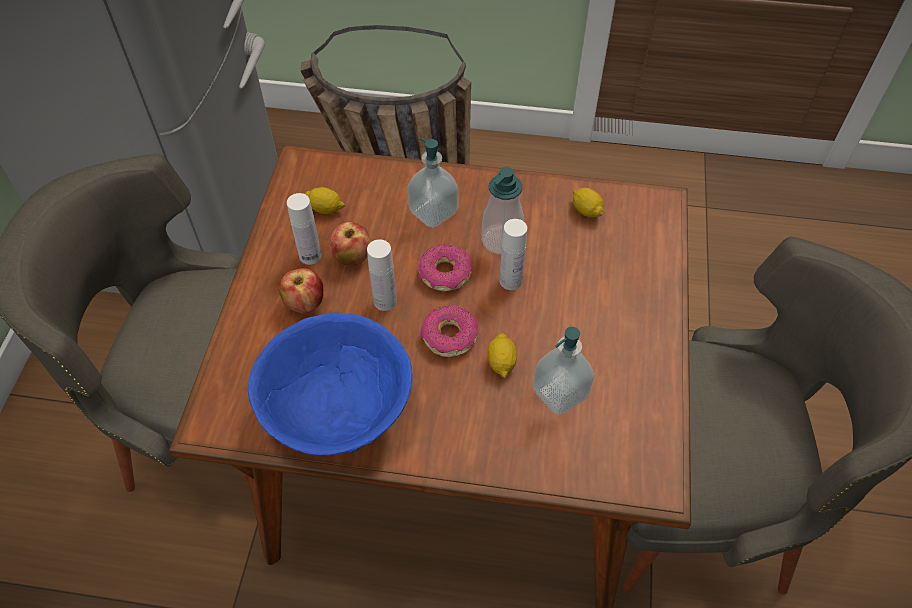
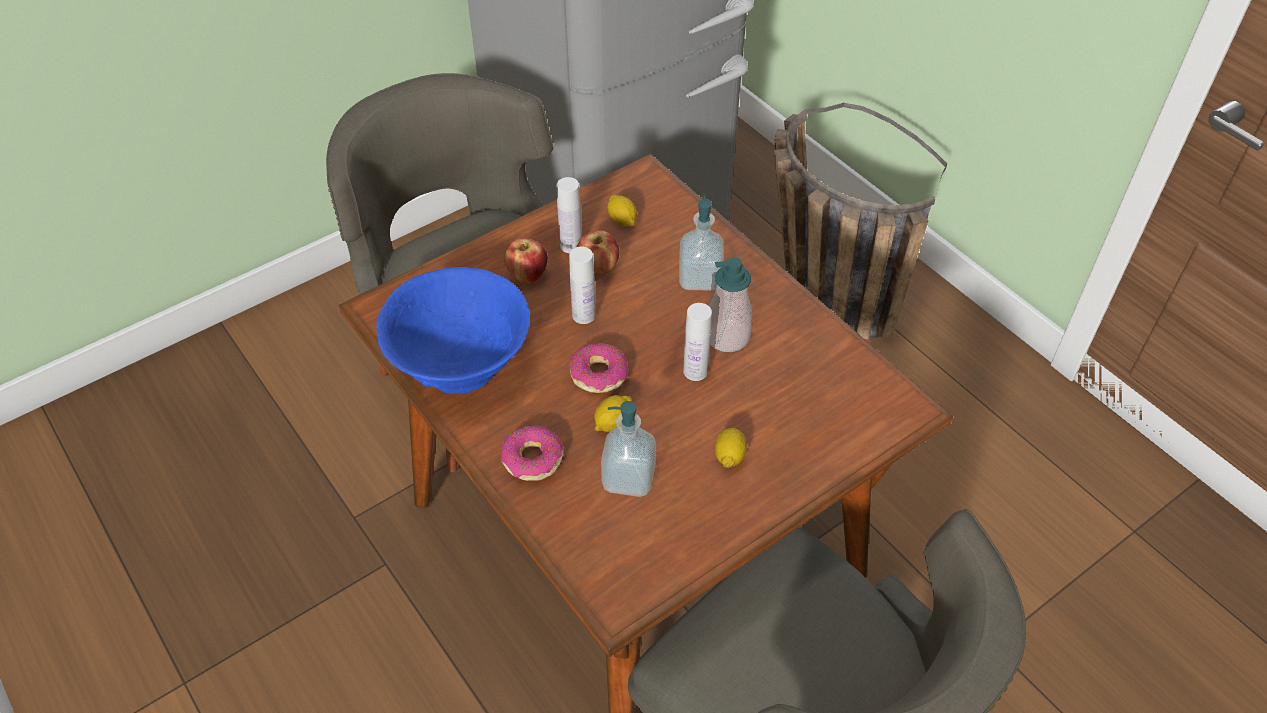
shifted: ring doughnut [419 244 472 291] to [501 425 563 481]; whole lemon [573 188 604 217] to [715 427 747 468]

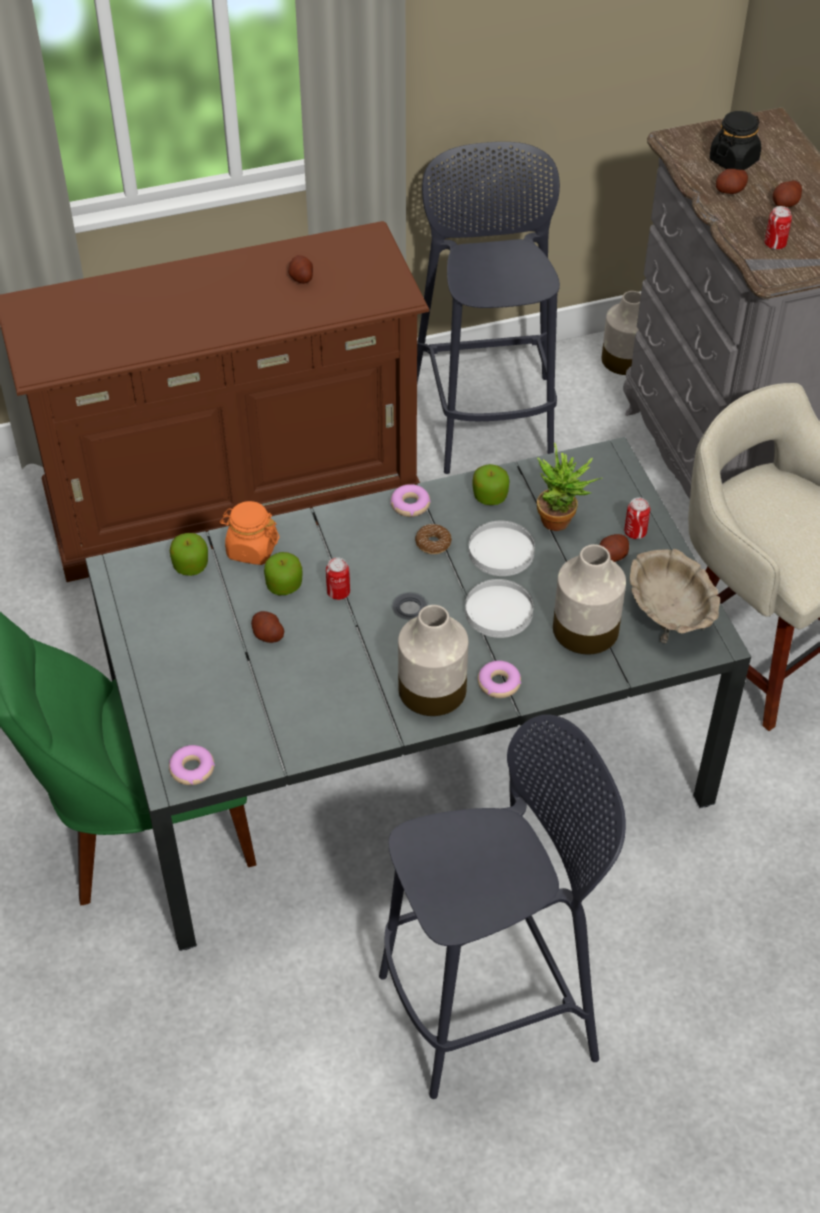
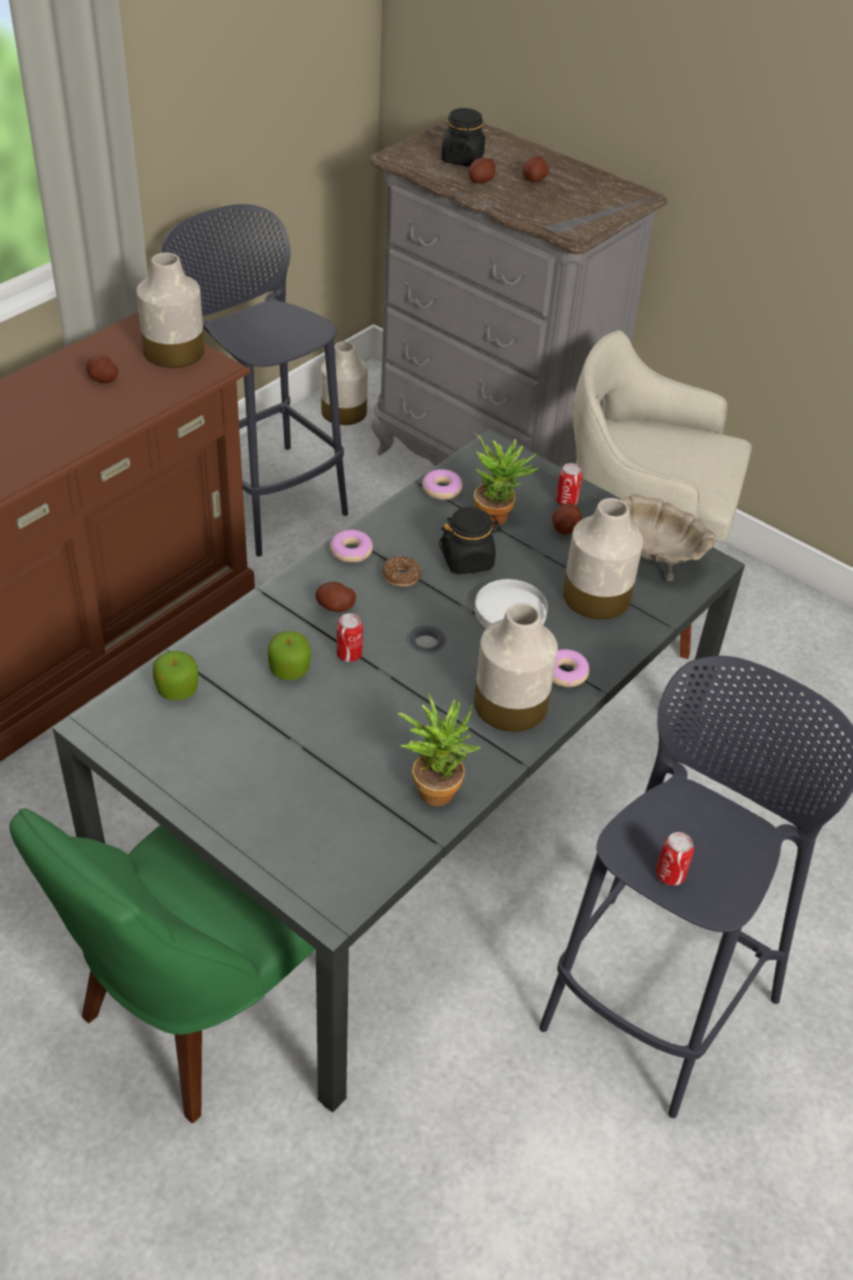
gone: storage jar in orangey [220 501 279 565]; apple fruit [473 464 510 505]
new: vase in sand-coloured [136 252 205 368]; houseplant [397 693 480 806]
shifted: ring doughnut [169 745 215 785] to [422 469 463 500]; spud [251 611 284 643] to [316 582 356 612]; sealed can [765 206 792 250] to [656 832 694 886]
swapped: flat dish in white [468 521 535 576] to storage jar in black-coloured [439 507 502 574]

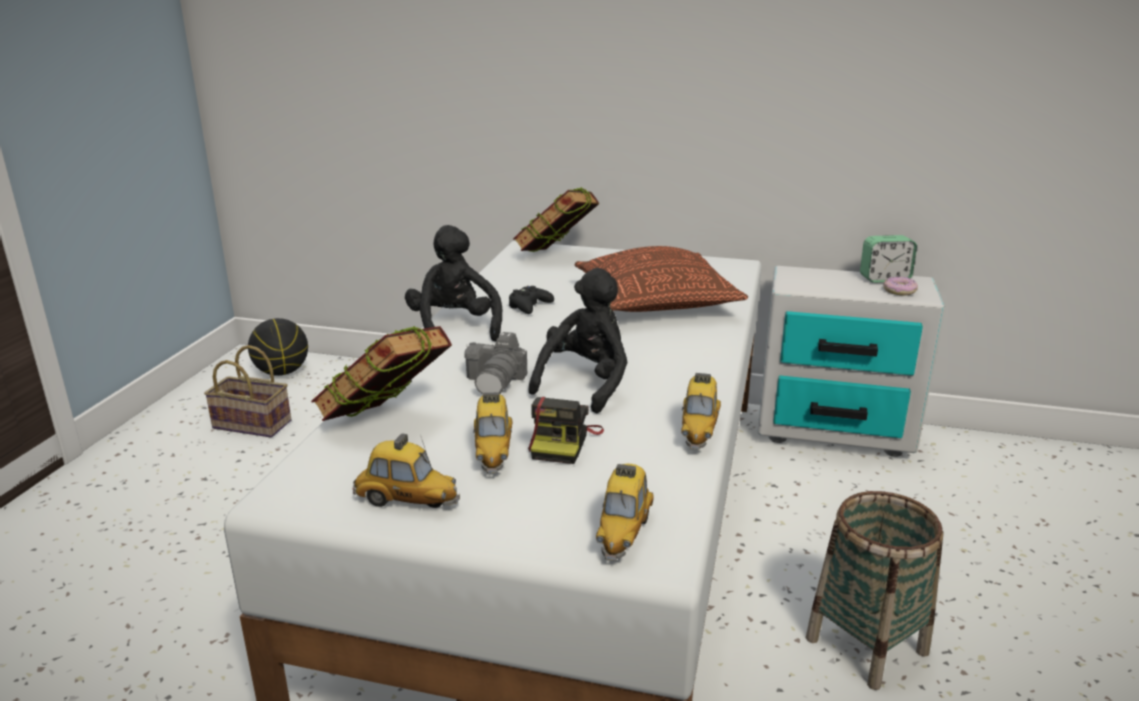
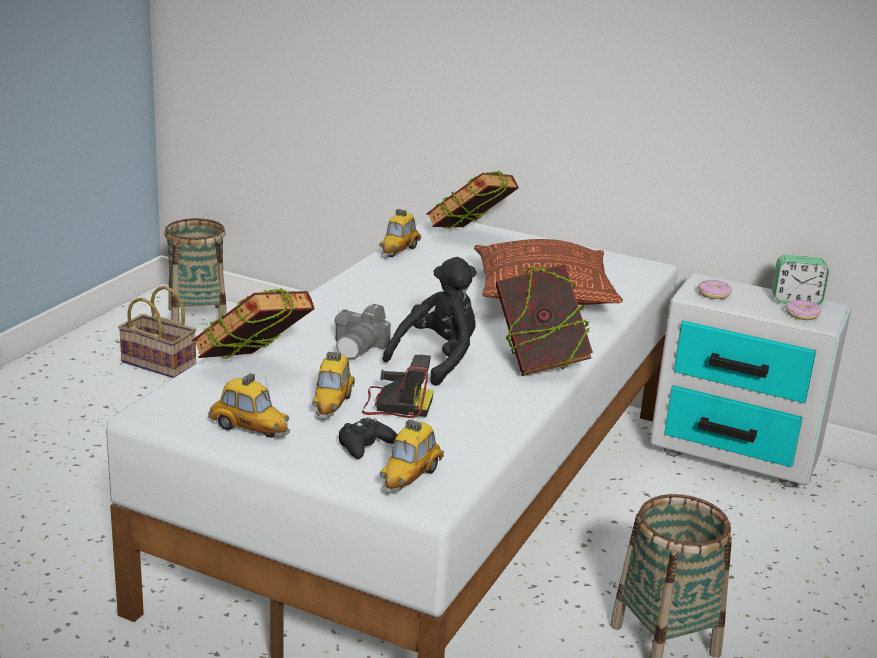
gone: plush toy in black-coloured [405 225 502 341]
new: volume [496 264 593 376]; ring doughnut [698 280 732 299]
shifted: game controller in black-coloured [509 286 554 314] to [339 417 397 459]; toy car [681 373 721 450] to [379 209 421 257]
swapped: basketball [248 318 308 376] to household basket [164 218 227 322]
rotated: still camera [528 397 604 464] = [362 355 434 418] 105 degrees counterclockwise

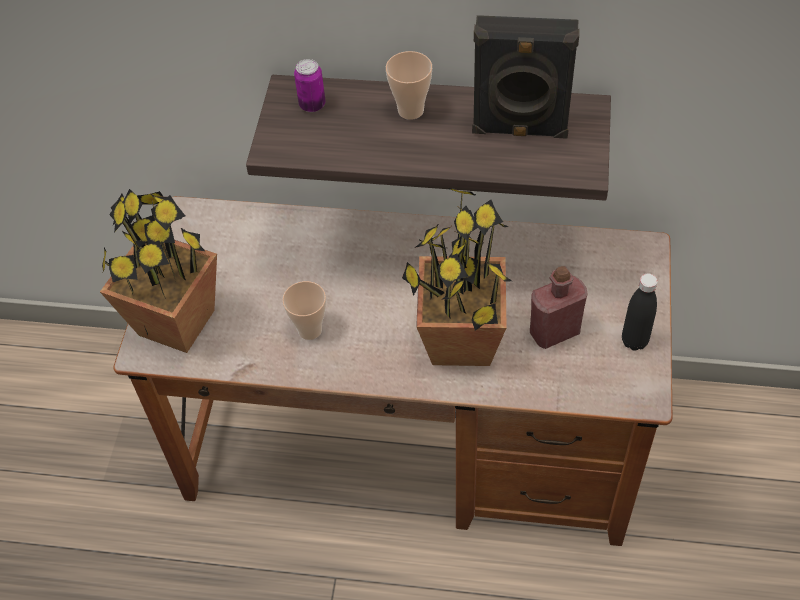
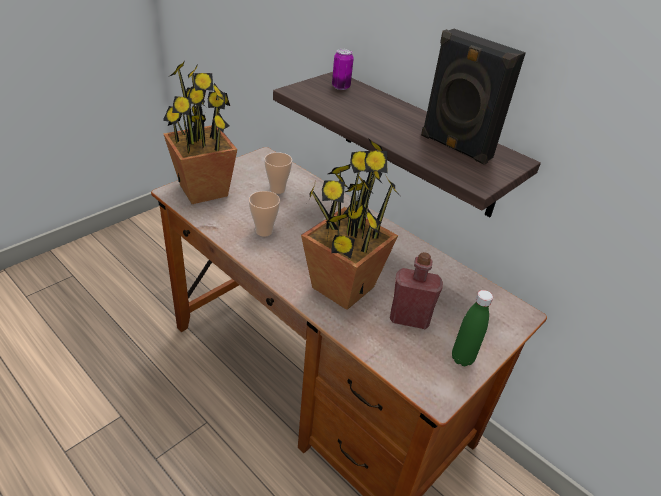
shifted: small cup [386 51 432 120] to [264 152 292 194]
repainted: drink bottle in black-coloured [622 273 657 351] to drink bottle in green-coloured [452 290 493 366]

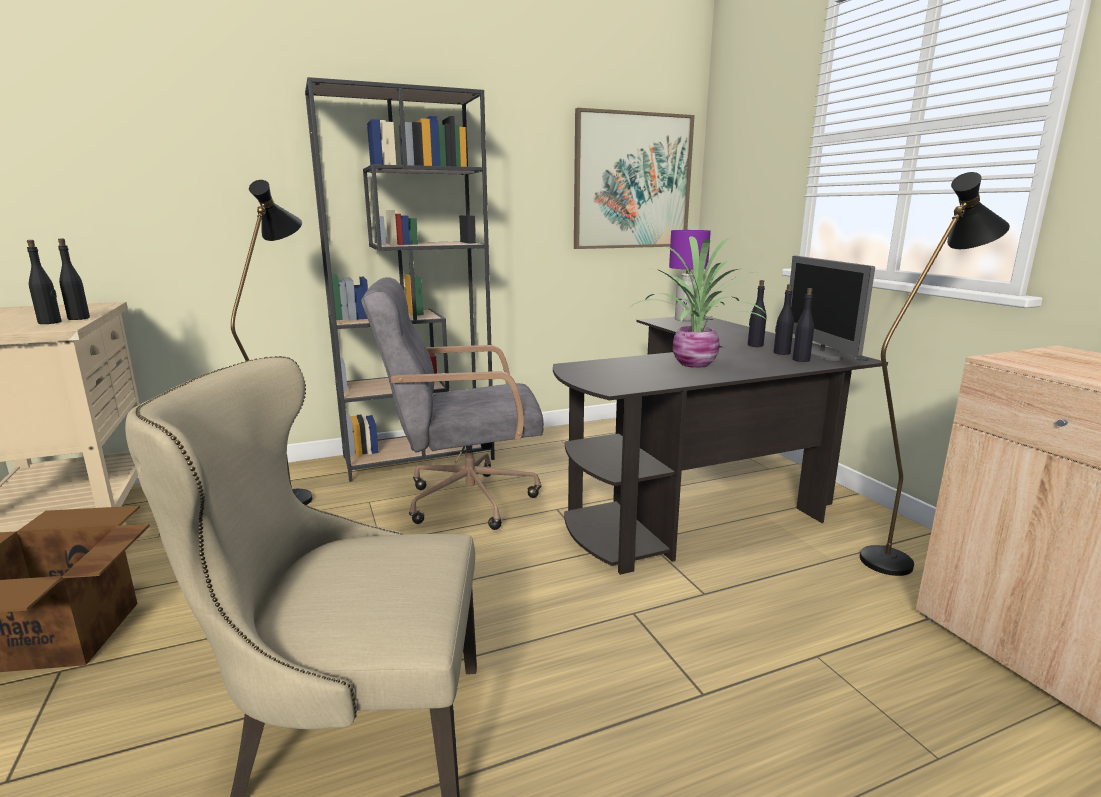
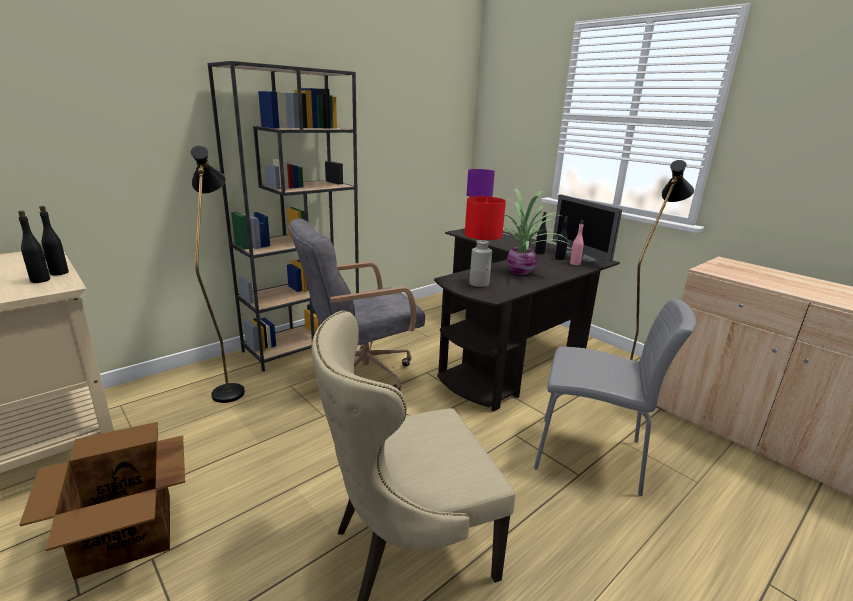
gone: picture [574 108 695 249]
new: table lamp in red [465 196 506 287]; upright chair in greyish [534 299 696 496]
repainted: drink bottle in black-coloured [793 288 814 362] to drink bottle in pink-coloured [570 220 584 265]

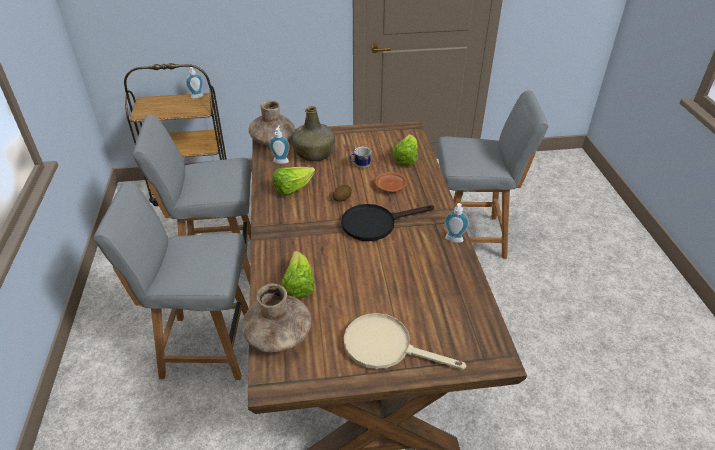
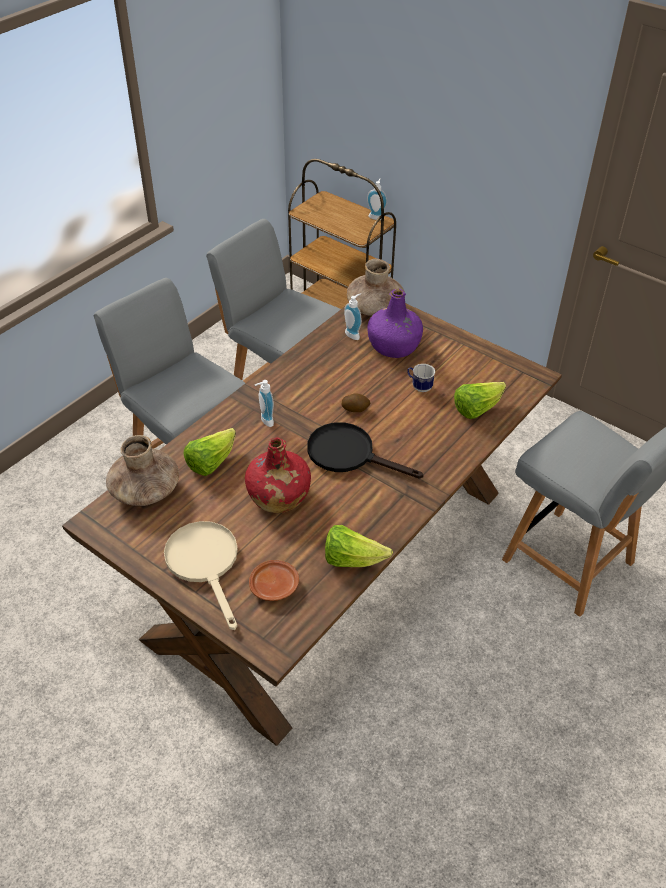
new: drink bottle in red [245 438 311 513]
shifted: lettuce [273 167 315 196] to [325 525 393 567]; flat dish in brownish [375 172 407 192] to [249 560 299 601]; soap dispenser [445 203 469 243] to [255 380 274 427]
repainted: drink bottle in green-coloured [292 106 335 161] to drink bottle in purple [368 289 423 358]

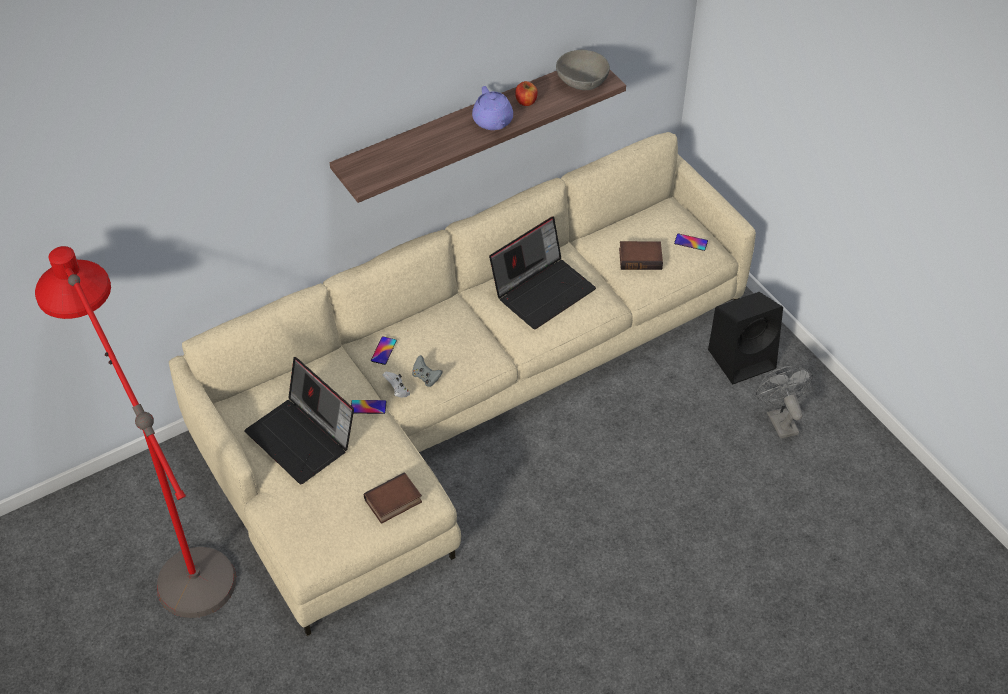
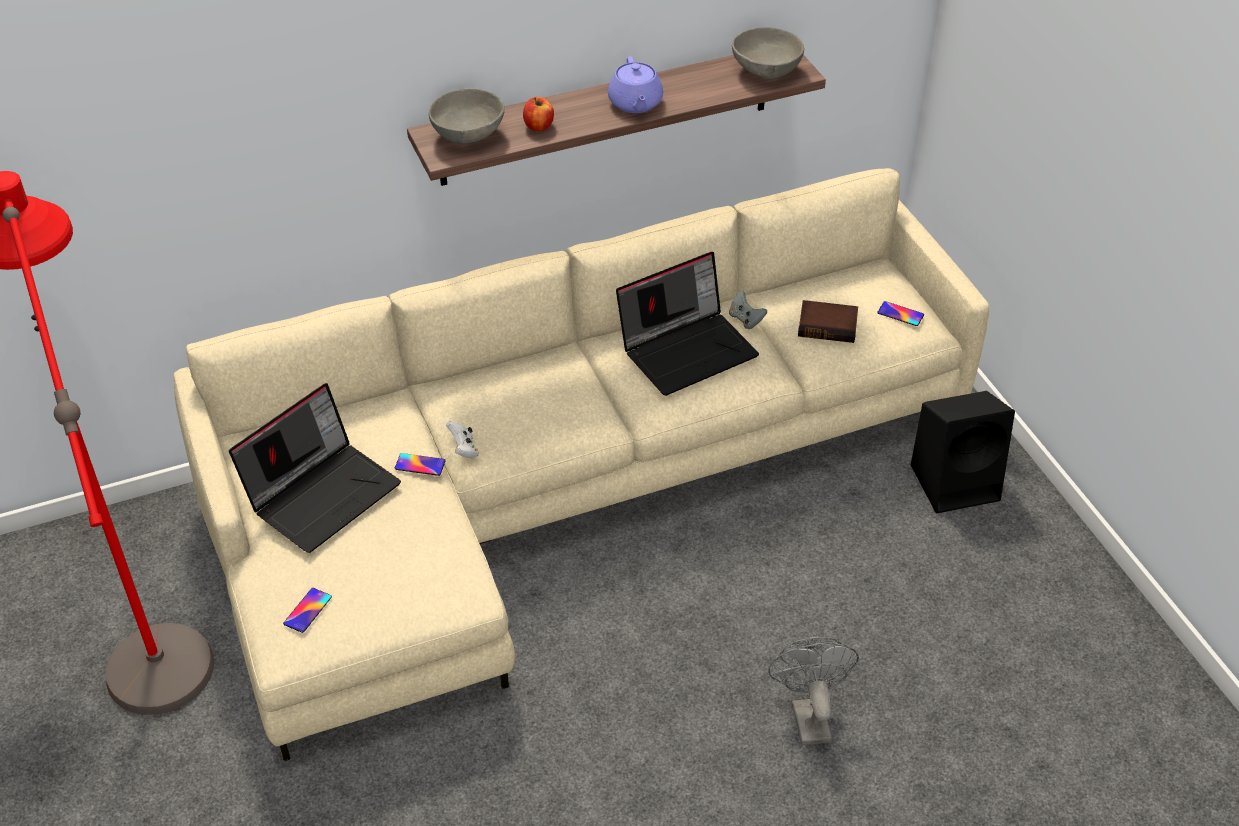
gone: volume [364 472 422 524]
new: deep dish in greyish [429 89 505 144]
shifted: phone [371 336 397 365] to [283 588 332 633]; game controller in greyish [412 355 443 387] to [729 290 767 329]; apple fruit [515 81 538 106] to [523 97 554 131]; fan in greyish [756 366 813 439] to [768 636 859 745]
rotated: laptop [244 357 354 484] = [229 383 401 553] 105 degrees counterclockwise

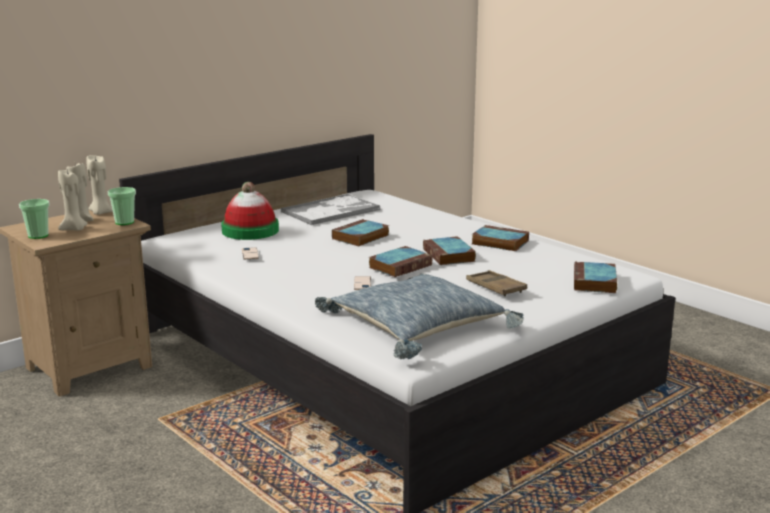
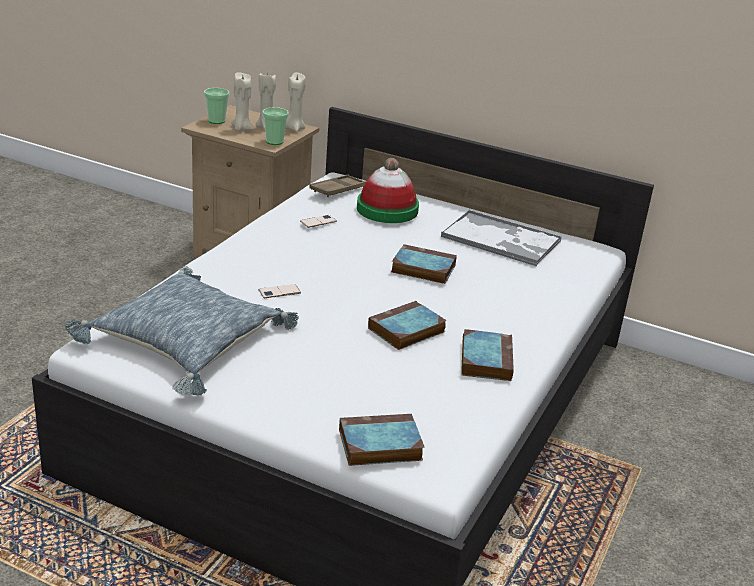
gone: volume [369 246 432 277]
shifted: tray in brownish [466 270 527 296] to [309 175 366 197]

